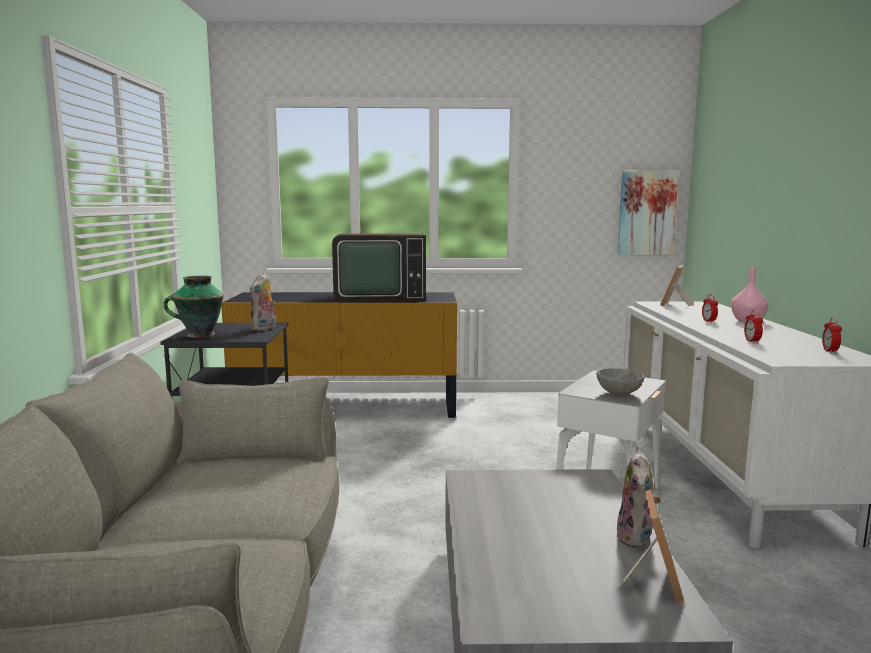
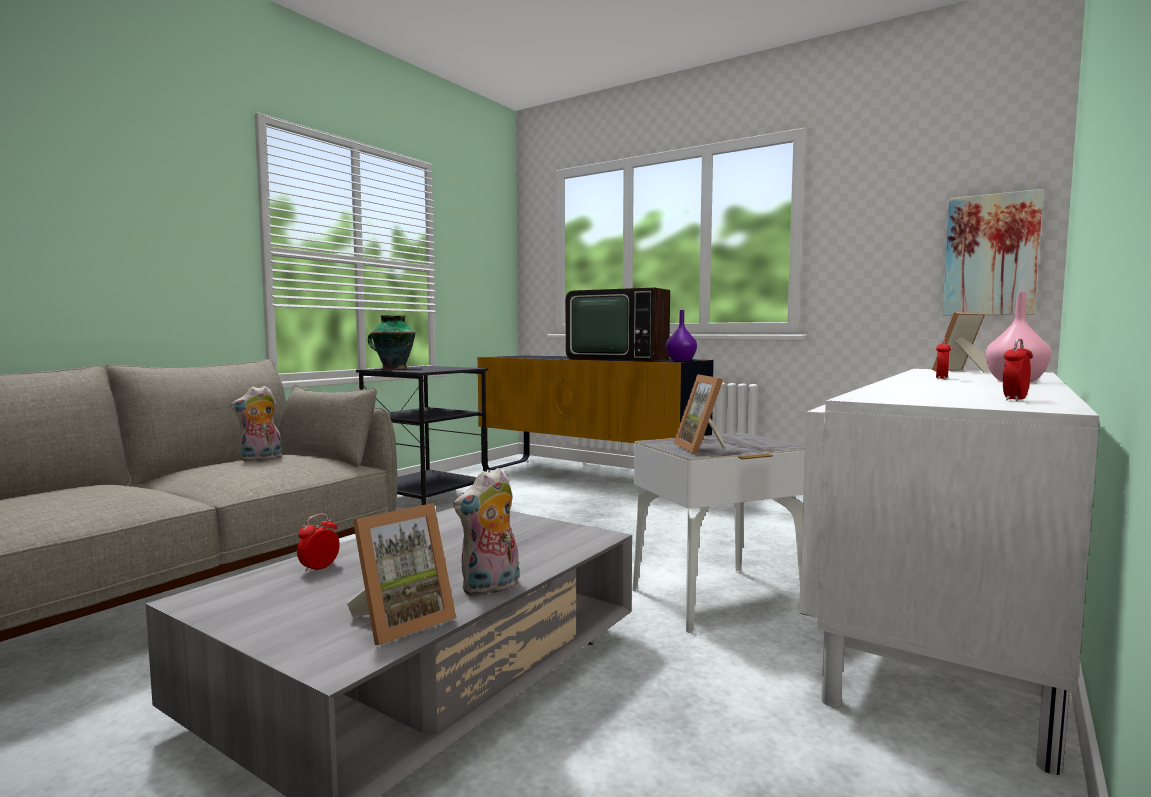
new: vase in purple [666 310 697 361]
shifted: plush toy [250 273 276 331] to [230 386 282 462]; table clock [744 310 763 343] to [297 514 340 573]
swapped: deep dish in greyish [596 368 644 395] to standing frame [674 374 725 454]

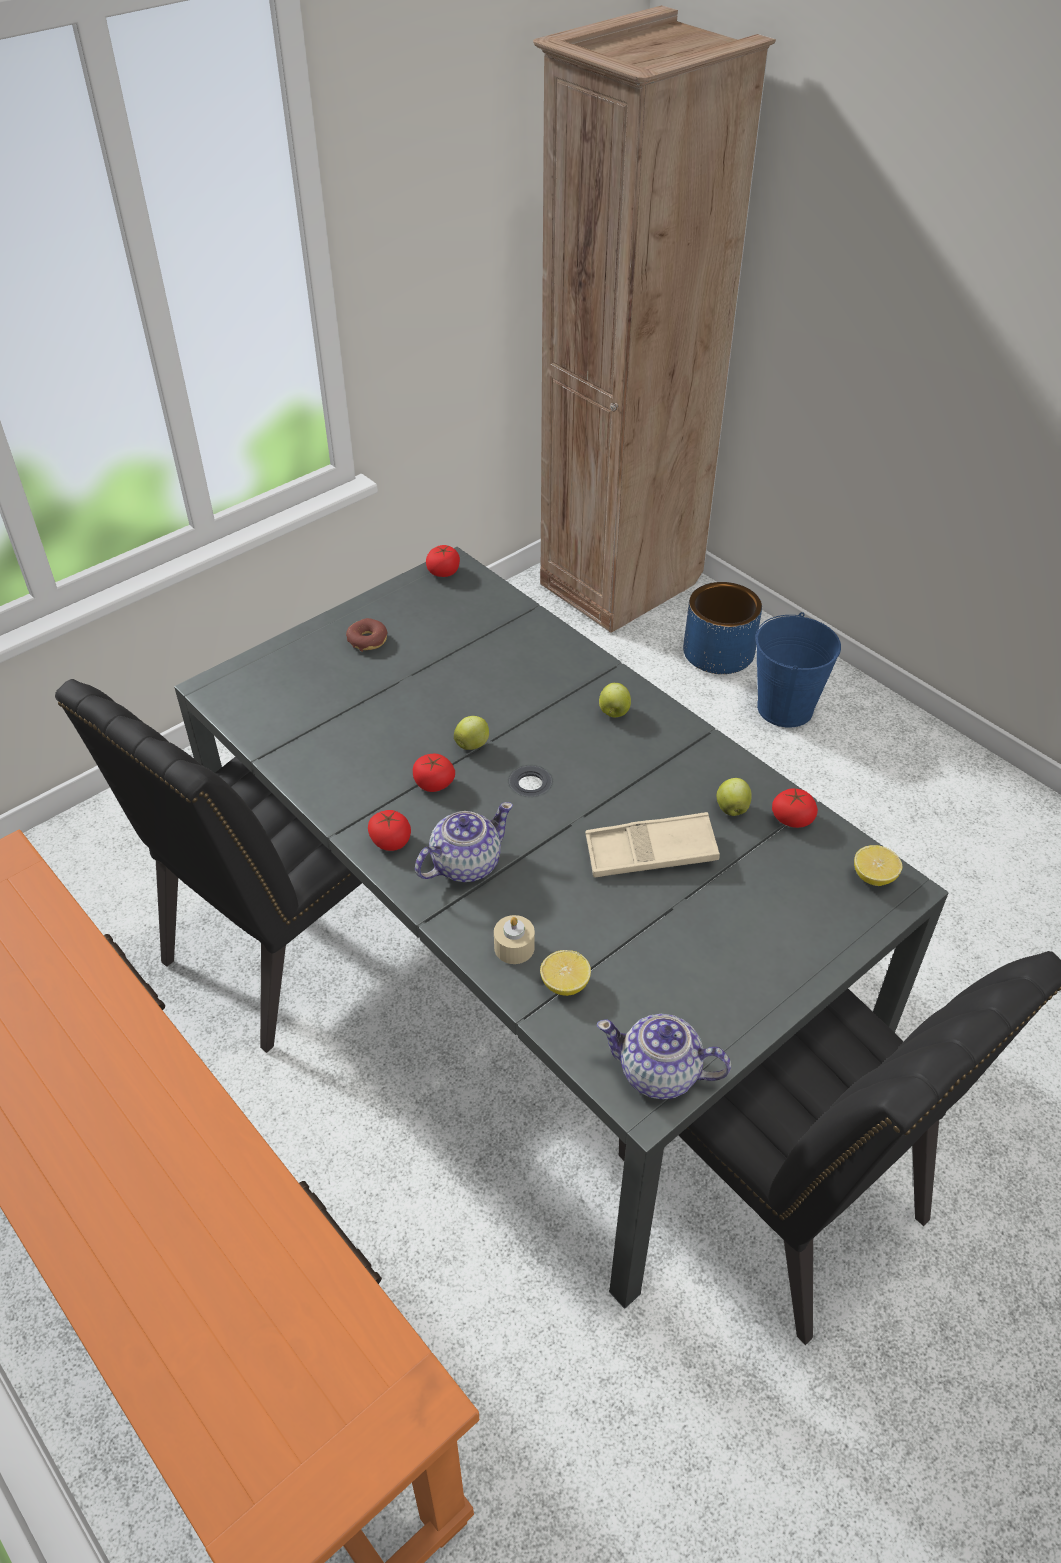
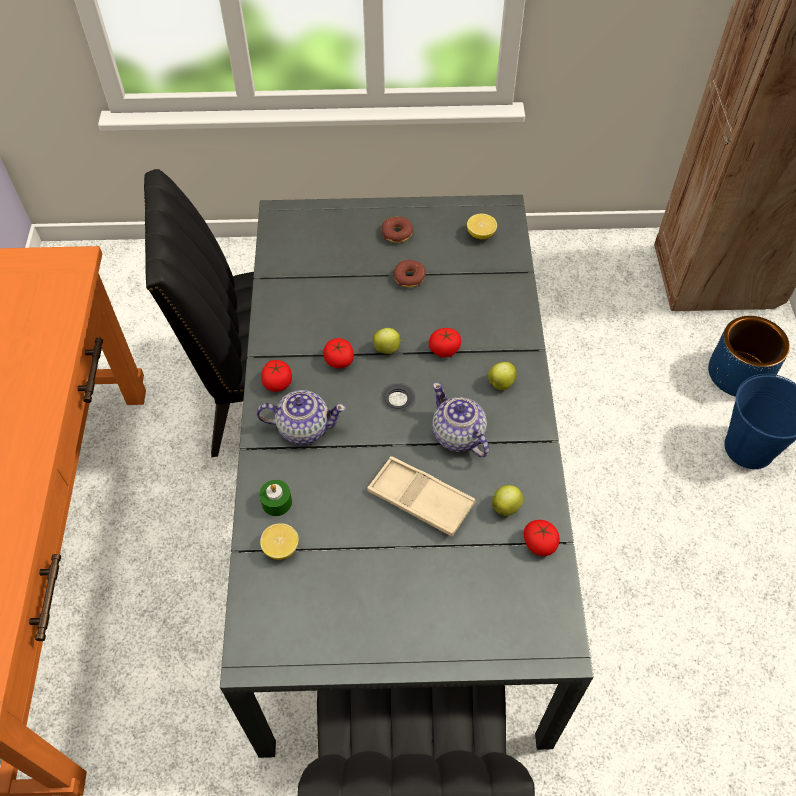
new: ring doughnut [393 260 426 288]
shifted: fresh tomato [426 545 460 577] to [429 328 461 358]; pot for tea [597 1013 731 1100] to [432 382 489 457]; whole lemon [854 845 902 886] to [467 214 497 239]
repainted: wax light in sand-coloured [494 915 535 964] to wax light in green-coloured [259 480 292 516]

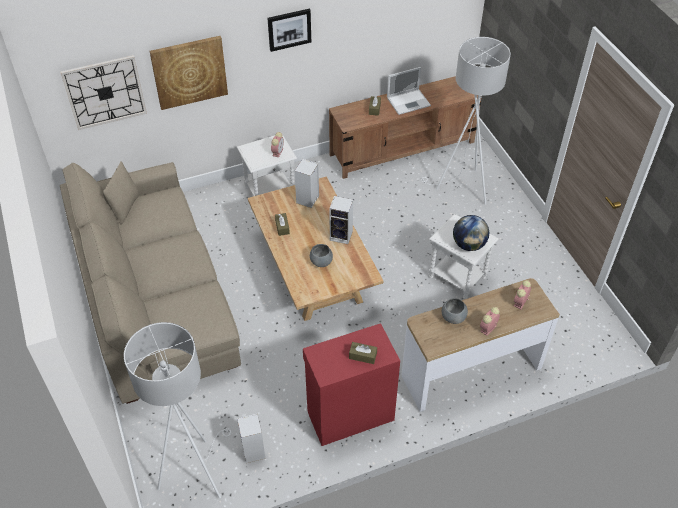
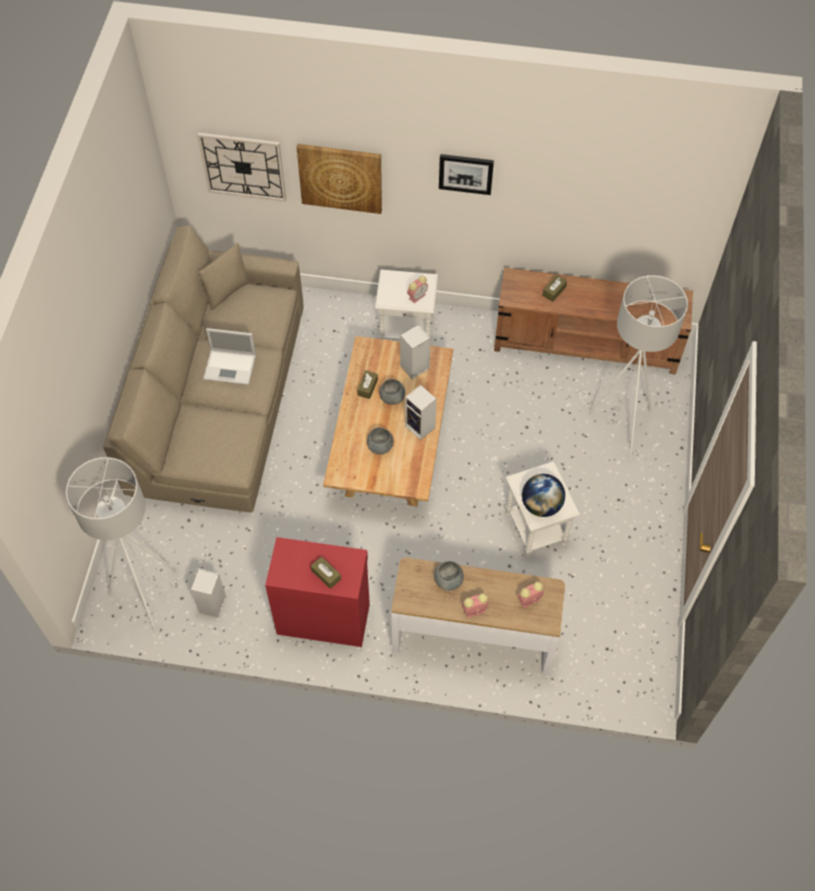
new: deep dish in greyish [379 379 405 405]
shifted: laptop [387 67 431 115] to [203 328 256 385]

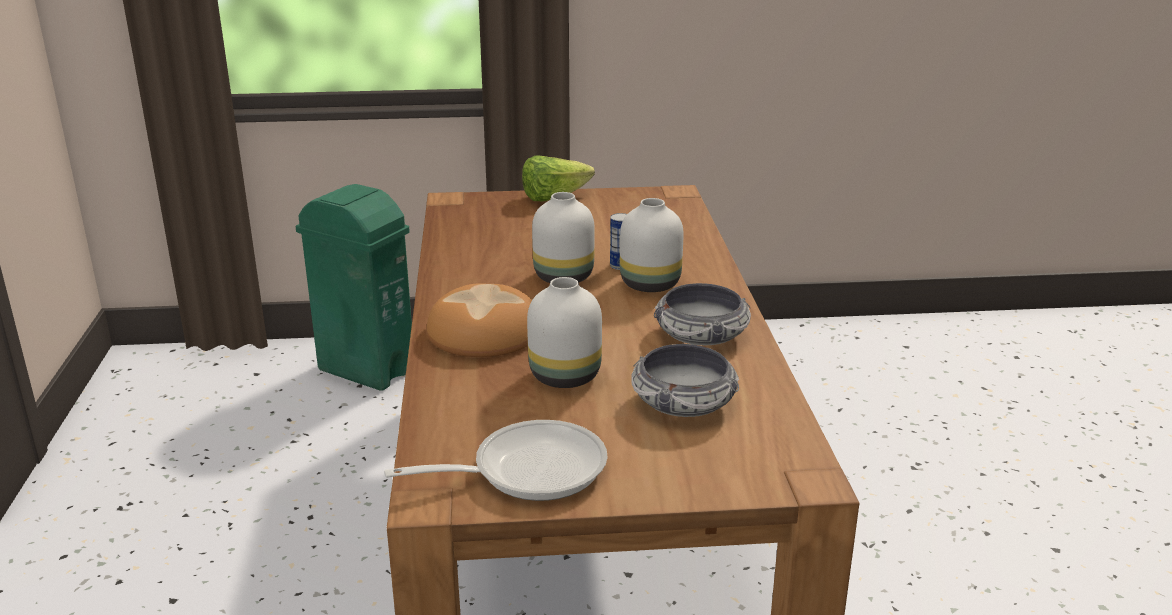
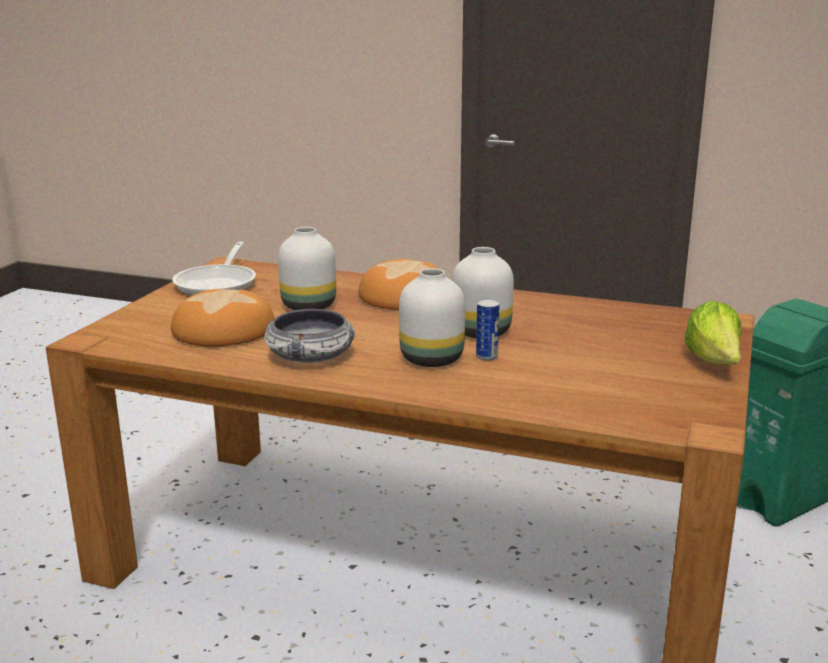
swapped: deep dish [632 344 739 417] to bread [171 289 275 346]

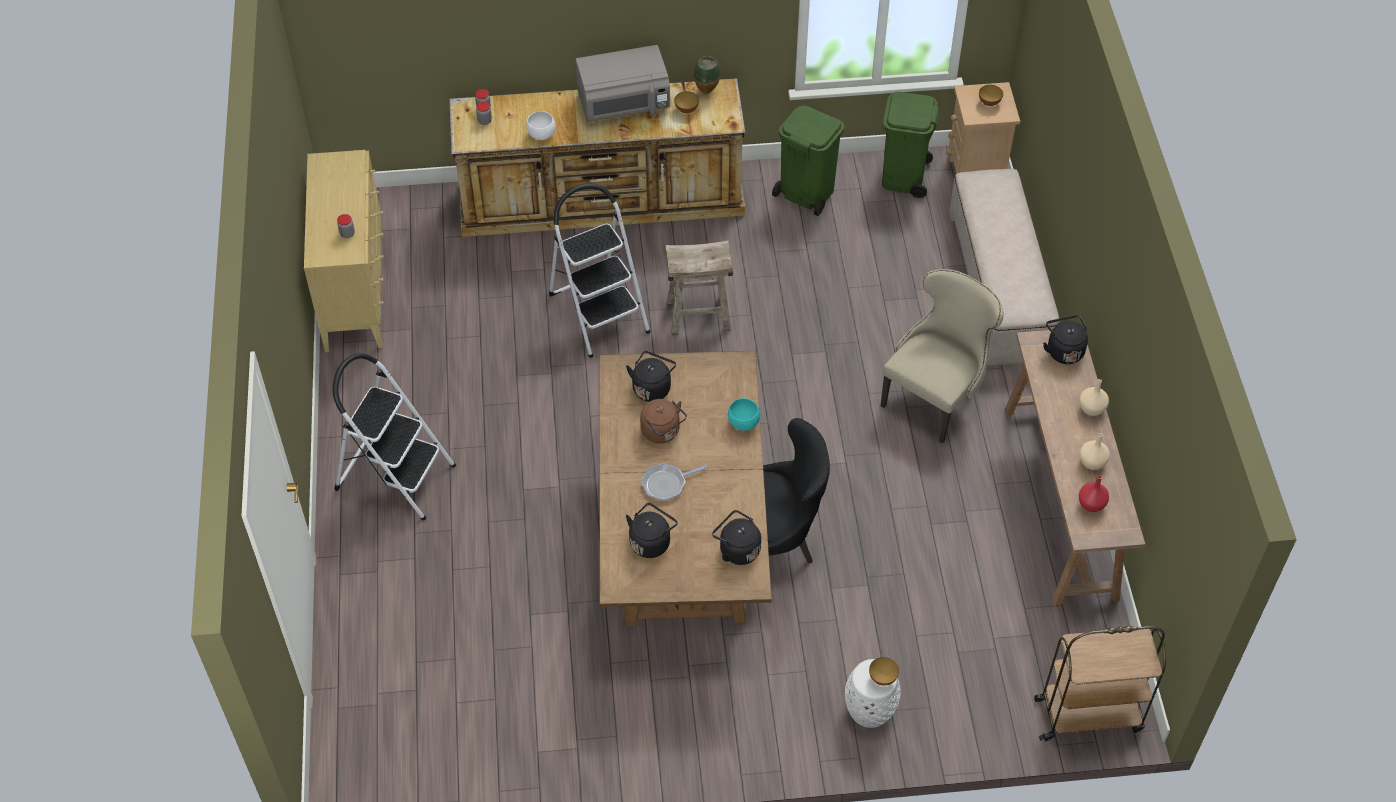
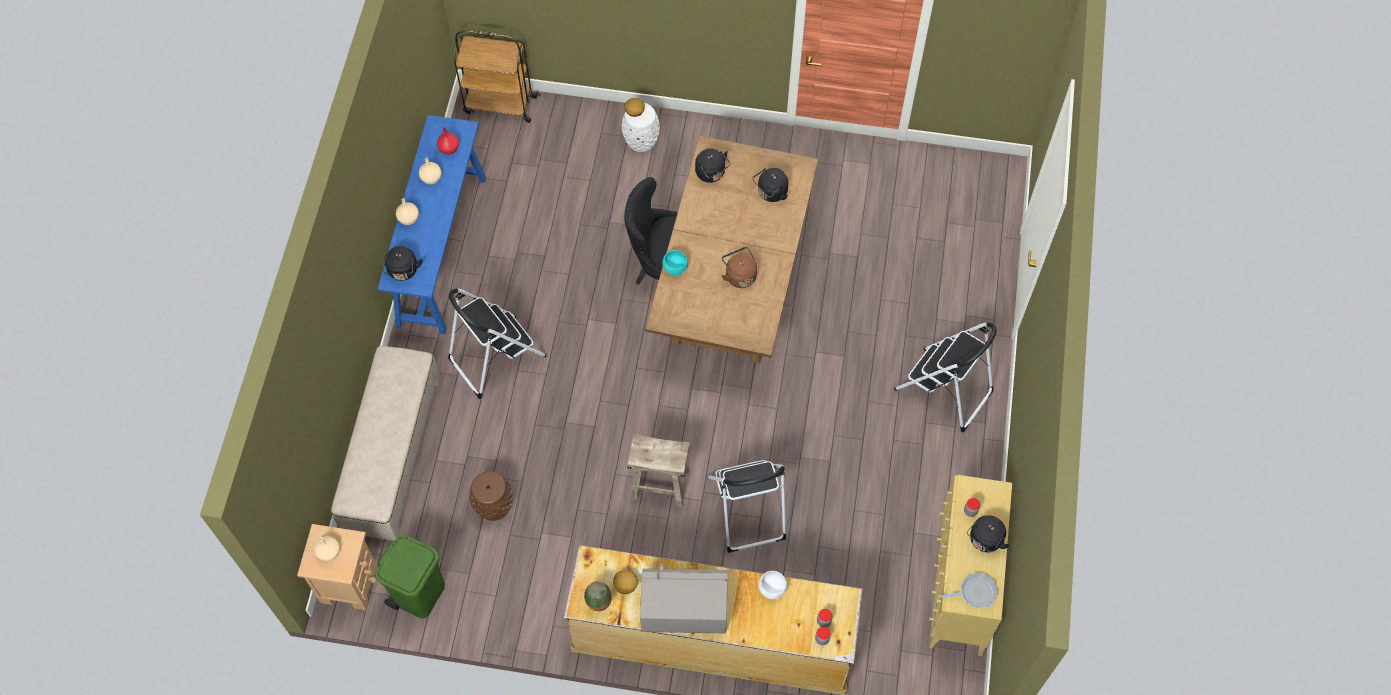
gone: waste bin in green-coloured [772 106 844 216]
new: stool seat in brownish [469 471 513 521]
shifted: tea kettle in black-coloured [626 351 676 402] to [967 515 1010 553]; pan [641 463 707 501] to [939 573 998 608]
swapped: upright chair in sand-coloured [880 269 1004 443] to stepladder [448 289 547 399]; deep dish [979 85 1003 106] to vase in sand-coloured [314 536 340 561]
repainted: hall table in brownish [1005 330 1145 607] to hall table in blue-coloured [378 115 486 335]

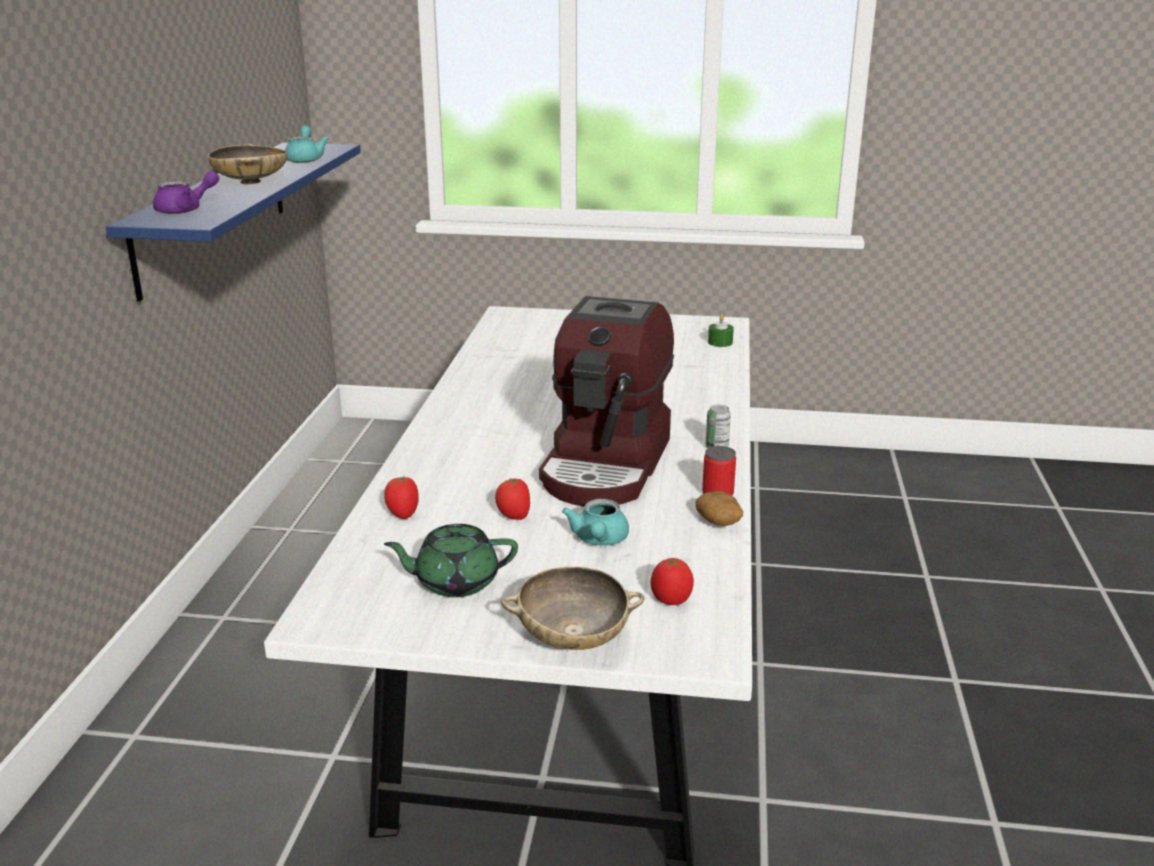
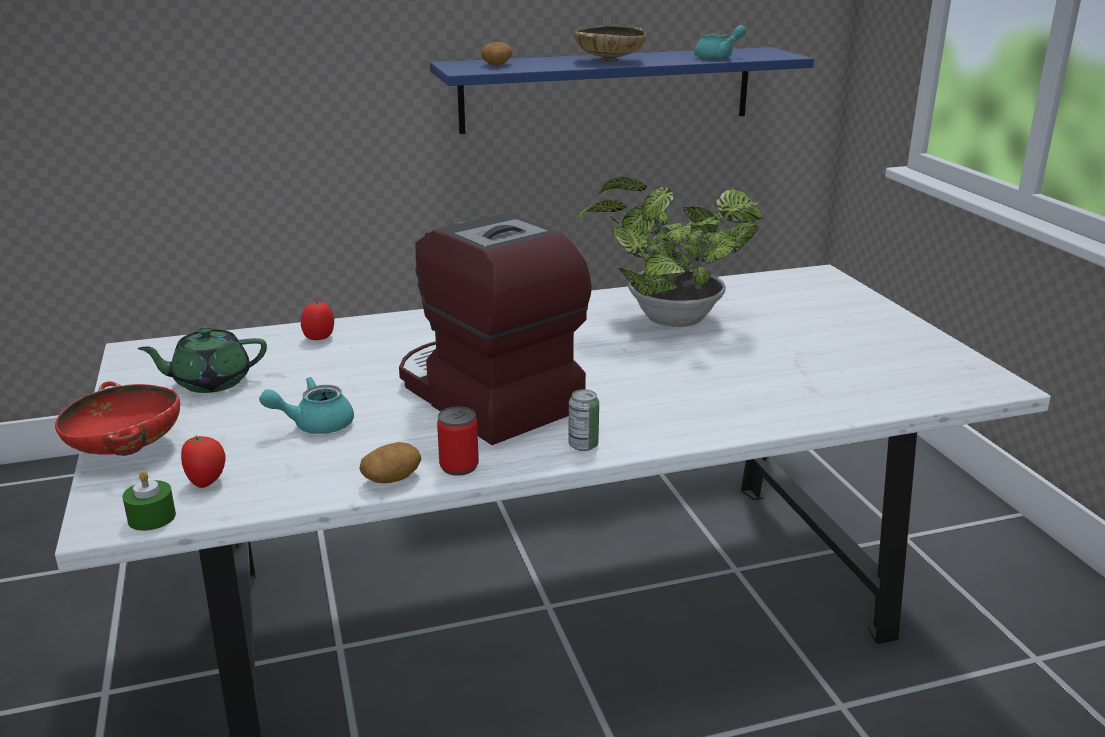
gone: fresh tomato [495 478 530 520]
new: houseplant [578 177 763 327]
shifted: wax light in green-coloured [708 315 734 347] to [122 471 176 531]
swapped: pot for tea in purple [153 171 219 214] to spud [481 42 512 66]
repainted: deep dish in sand-coloured [501 567 644 650] to deep dish in red [55 381 180 456]
rotated: pot for tea in green-coloured [384 524 518 597] = [137 327 267 393] 75 degrees counterclockwise; coffee maker [539 296 674 507] = [399 213 591 445] 60 degrees clockwise

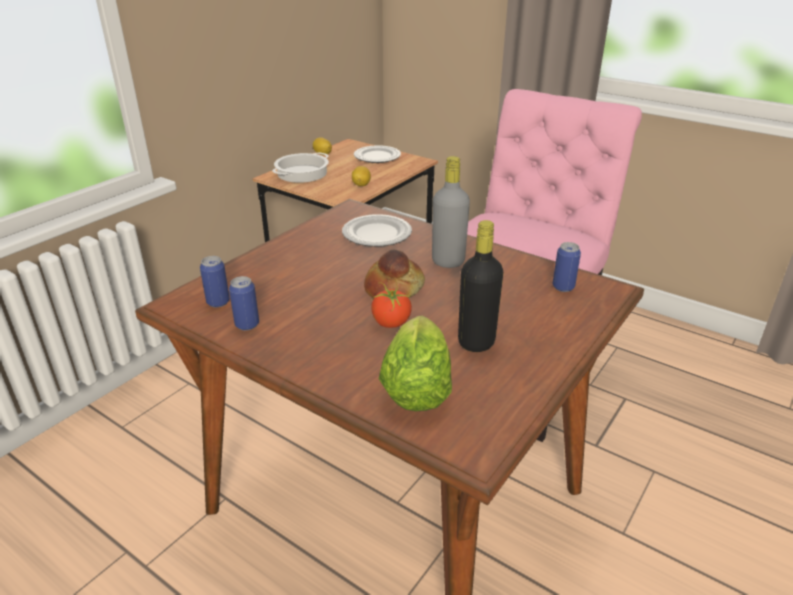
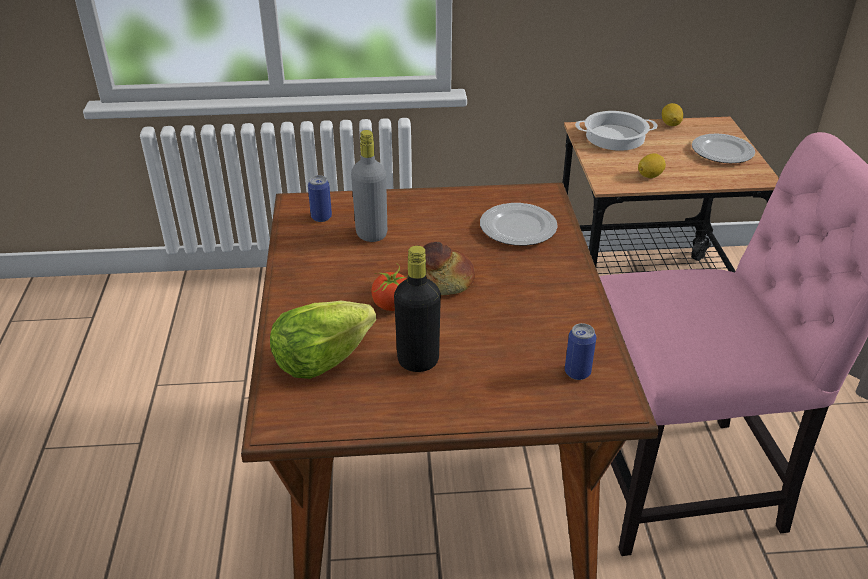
gone: sealed can [229 276 259 330]
shifted: drink bottle in greyish [432 156 470 268] to [351 130 387 242]

